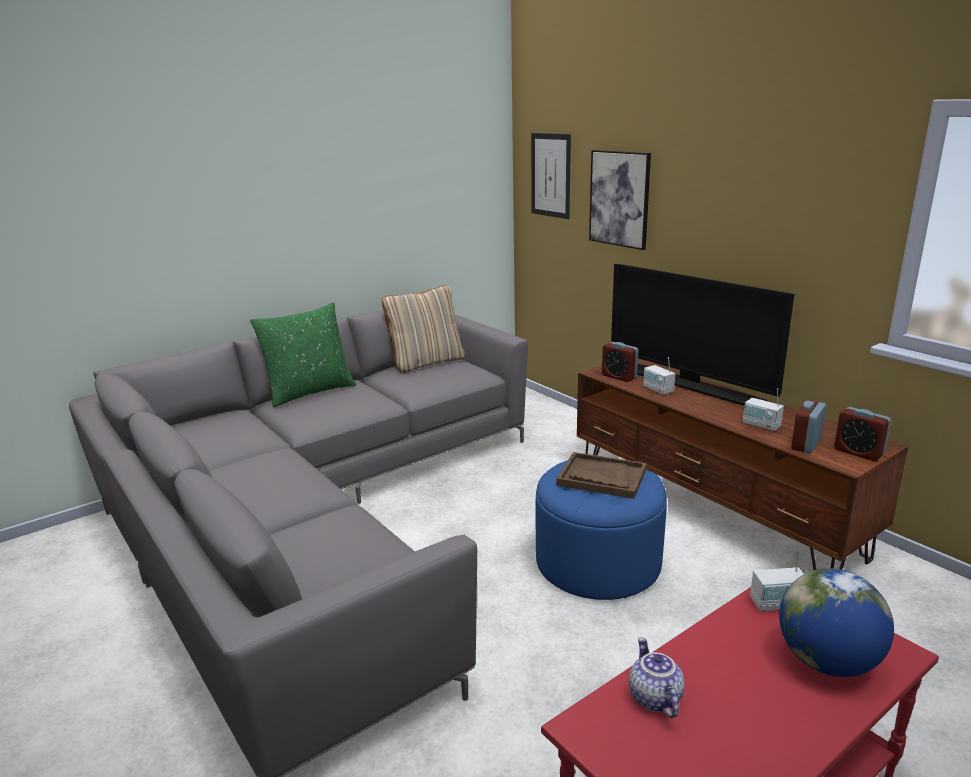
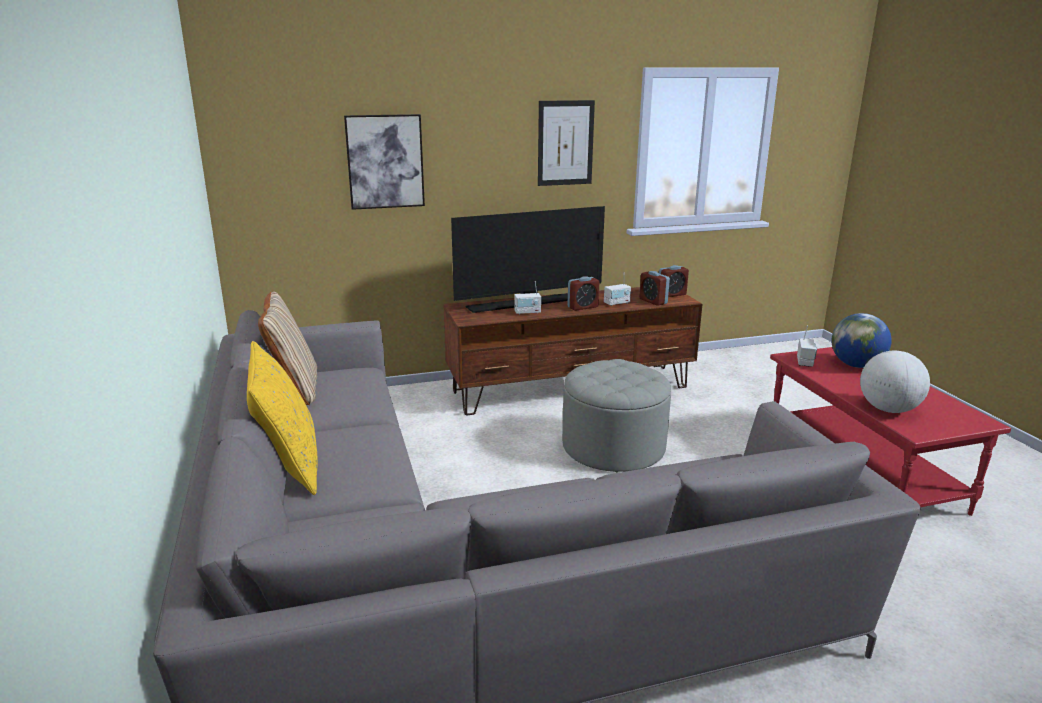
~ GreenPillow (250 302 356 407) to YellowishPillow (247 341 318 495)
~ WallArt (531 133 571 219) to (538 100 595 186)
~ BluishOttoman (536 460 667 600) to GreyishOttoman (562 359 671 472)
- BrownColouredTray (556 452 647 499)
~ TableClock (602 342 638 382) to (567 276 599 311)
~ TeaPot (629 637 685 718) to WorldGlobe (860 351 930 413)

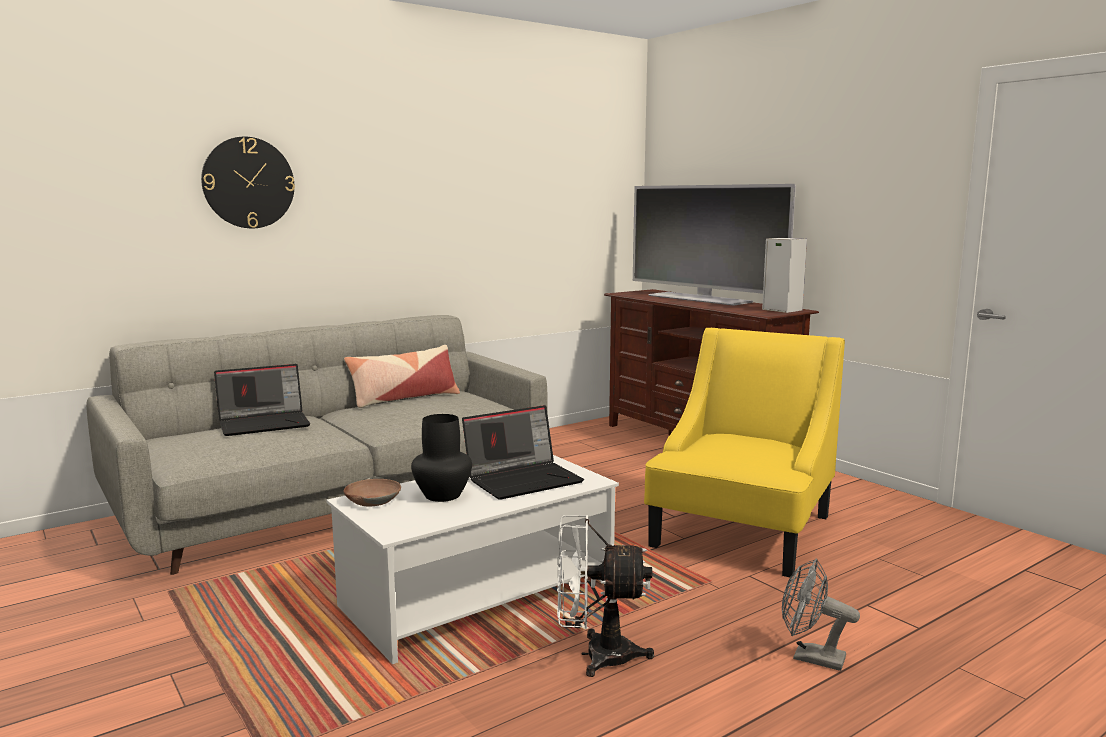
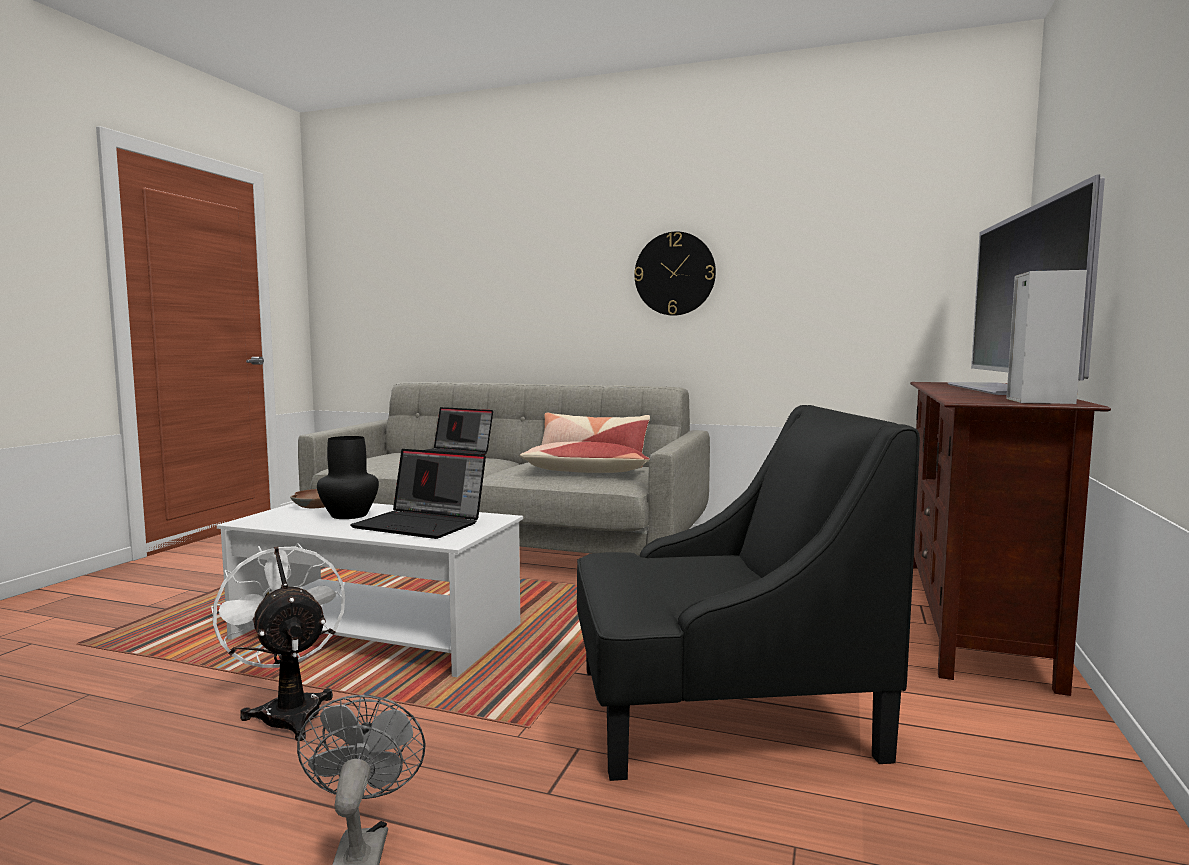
~ WallClock (201 137 295 228) to (634 232 716 316)
~ YellowishArmchair (644 328 845 577) to BlackArmchair (577 405 920 781)
+ Pillow (520 441 650 473)

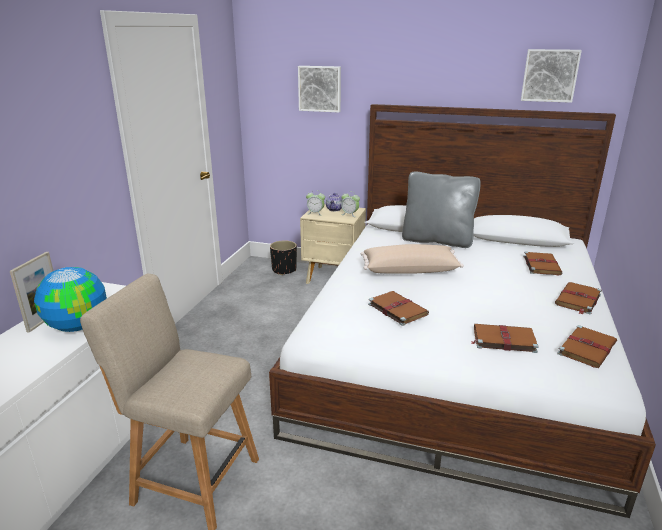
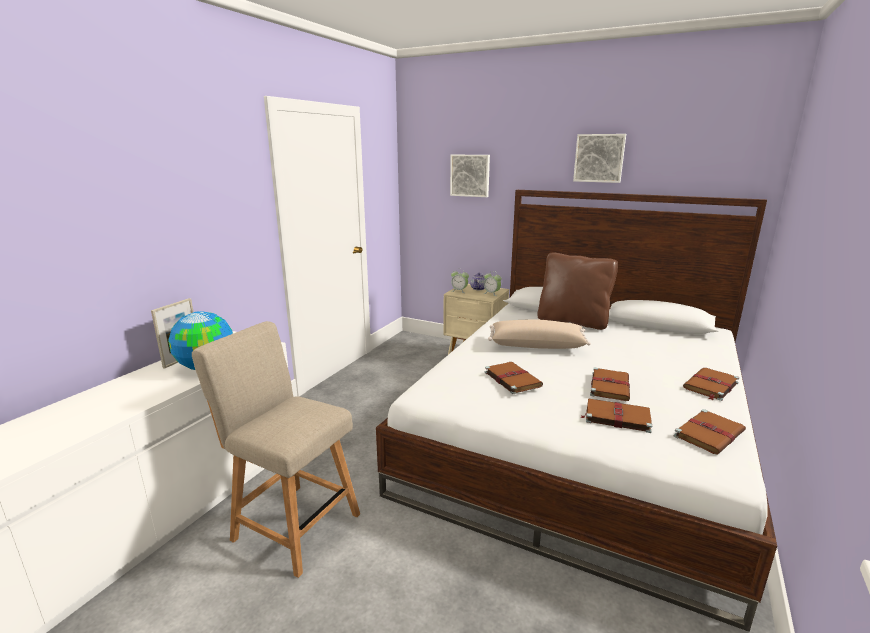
- BlackPlanter (270 240 297 275)
~ GreyishPillow (402 171 481 248) to BrownColouredPillow (537 252 618 330)
~ WallArt (521 49 582 103) to (573 134 626 183)
~ BrownColouredBoundBook (523 252 562 275) to (590 367 630 401)

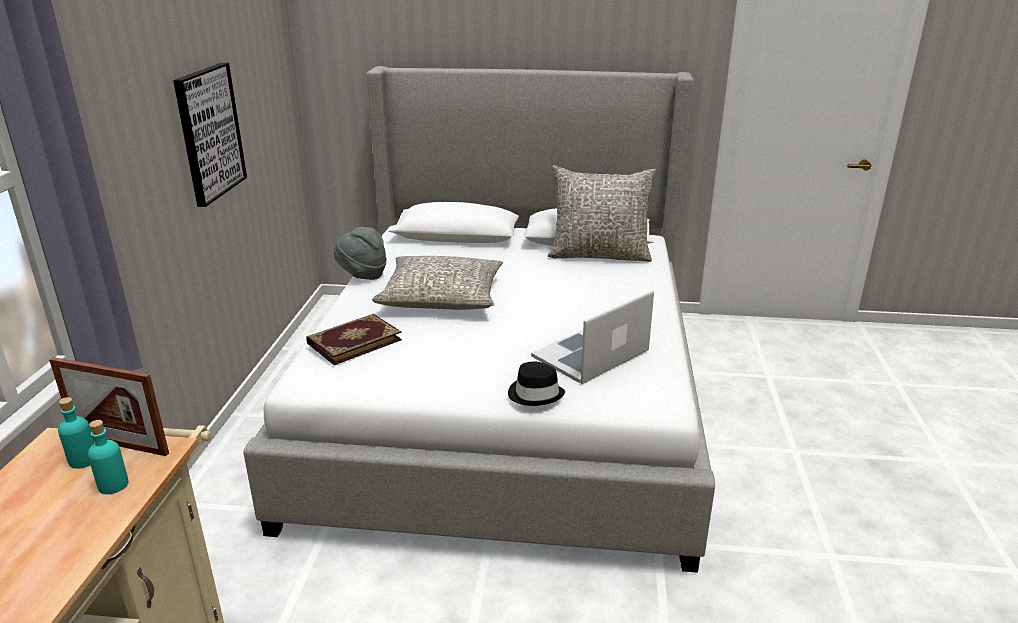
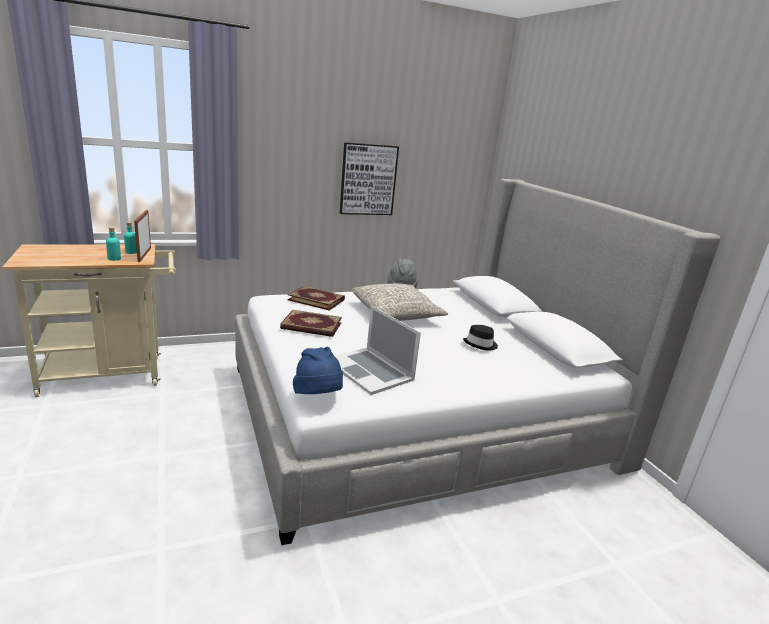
~ BlackHat (508 362 565 406) to (463 325 498 351)
~ Laptop (531 290 654 384) = (335 305 421 395) 150 degrees counterclockwise
- GreyishPillow (547 165 656 262)
+ BoundBook (280 310 342 337)
+ BluishHat (293 347 343 394)

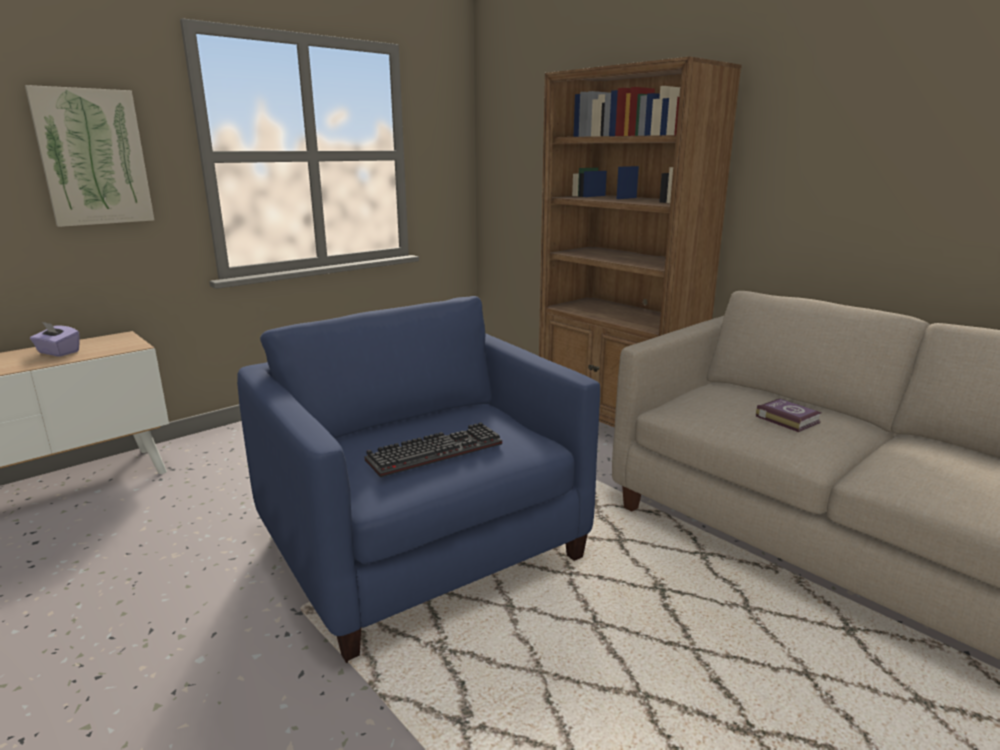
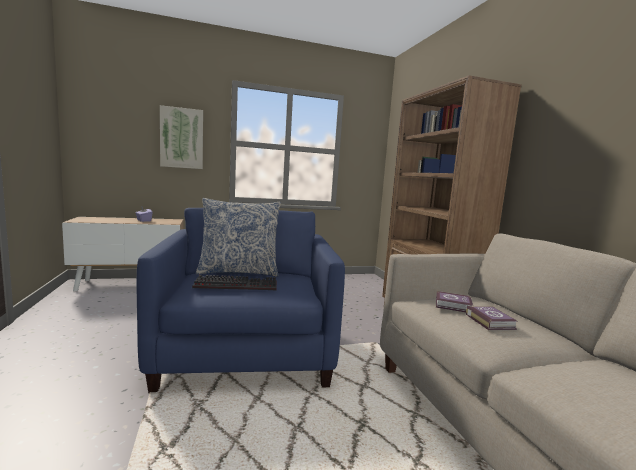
+ Pillow (196 198 281 277)
+ BoundBook (436 291 473 312)

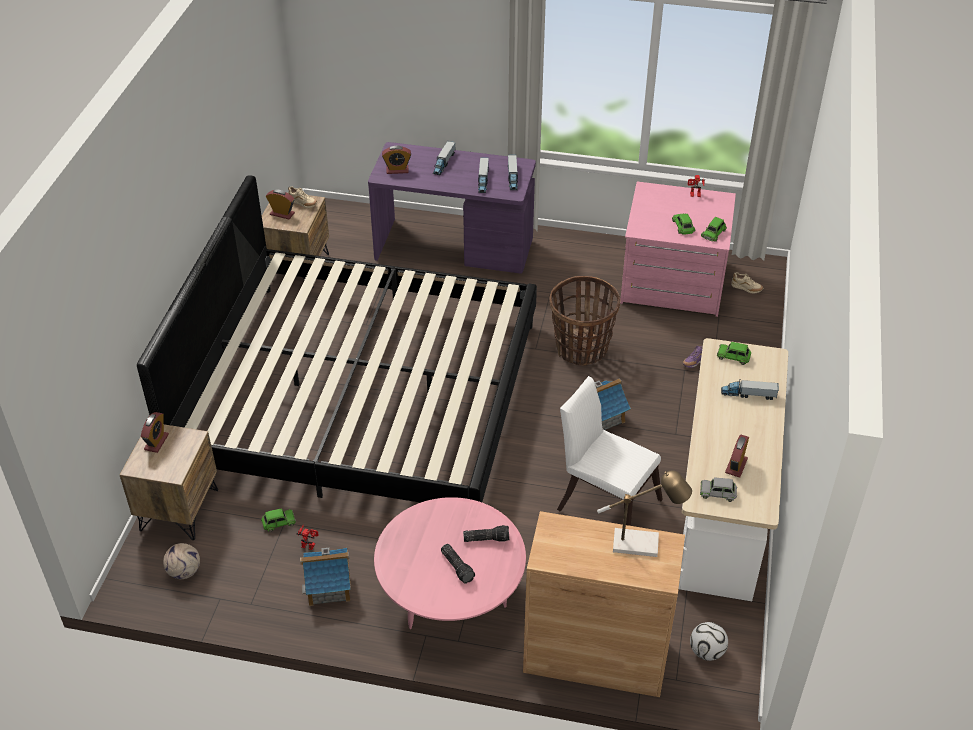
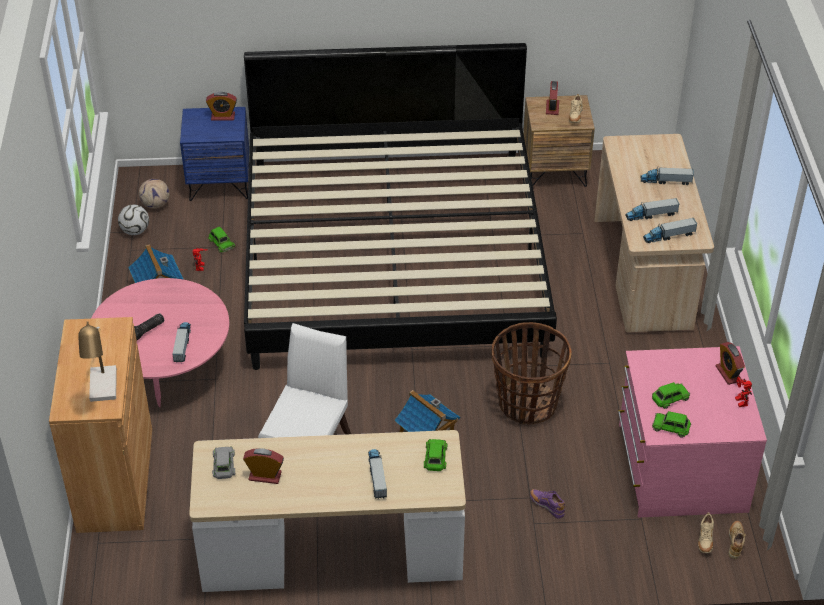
~ BrownColouredNightstand (120 424 218 540) to BluishNightstand (180 107 249 201)
~ PurpleColouredDeskTable (368 142 536 274) to BeigeColouredDeskTable (594 134 714 332)
~ TableClock (382 146 411 174) to (716 342 745 385)
~ Flashlight (463 525 510 542) to ModelTruck (173 322 191 362)
~ Football (690 622 728 661) to (118 204 149 235)
+ BeigeColouredLowShoe (728 521 746 559)

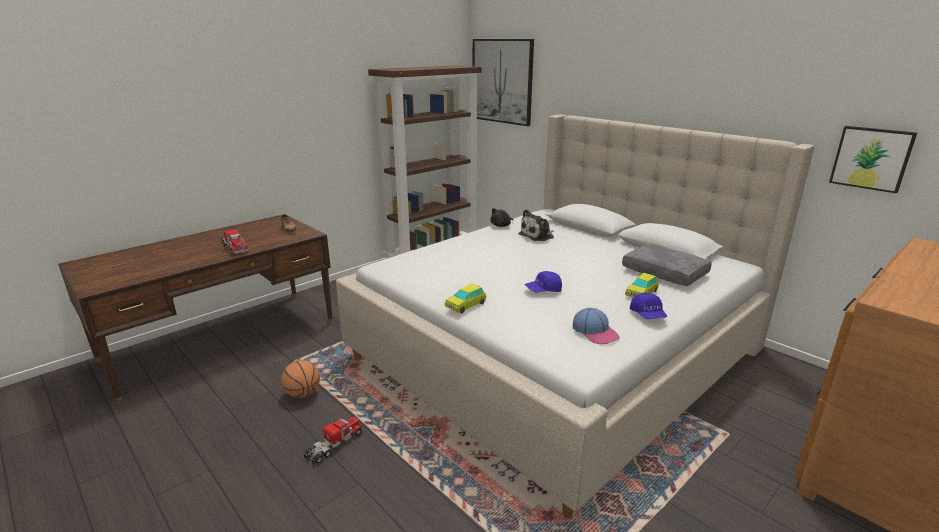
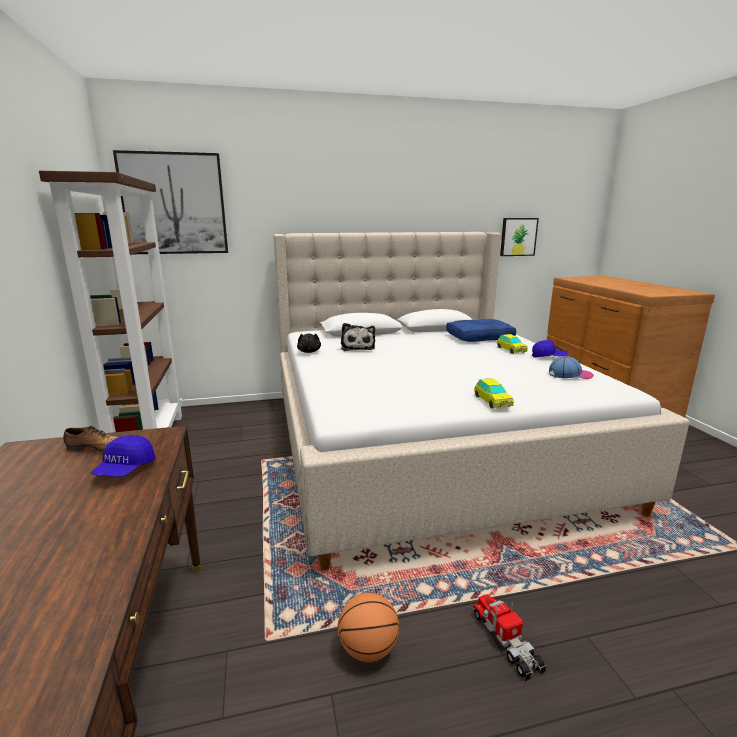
- ModelTruck (220 228 248 255)
~ BluishBaseballCap (524 271 562 292) to (91 435 155 477)
~ GreyishPillow (622 244 712 286) to BluishPillow (446 319 516 342)

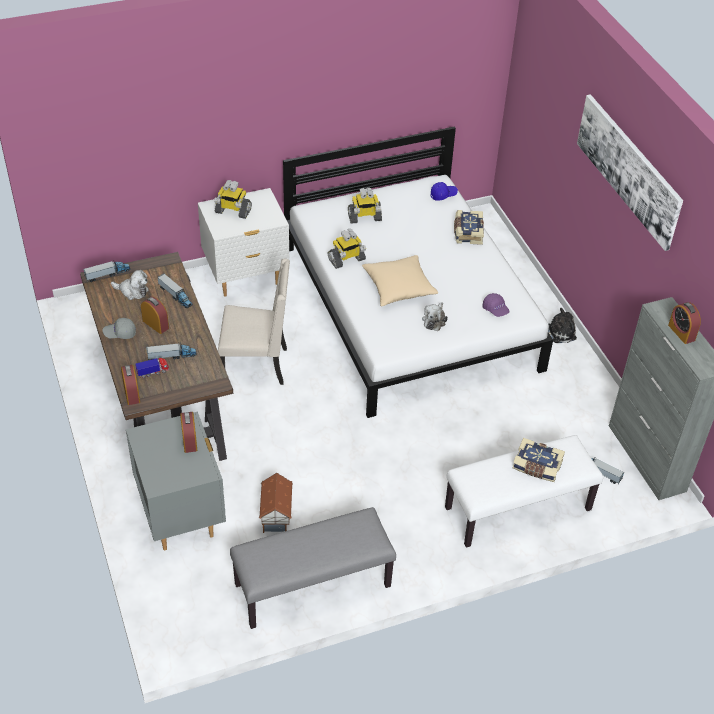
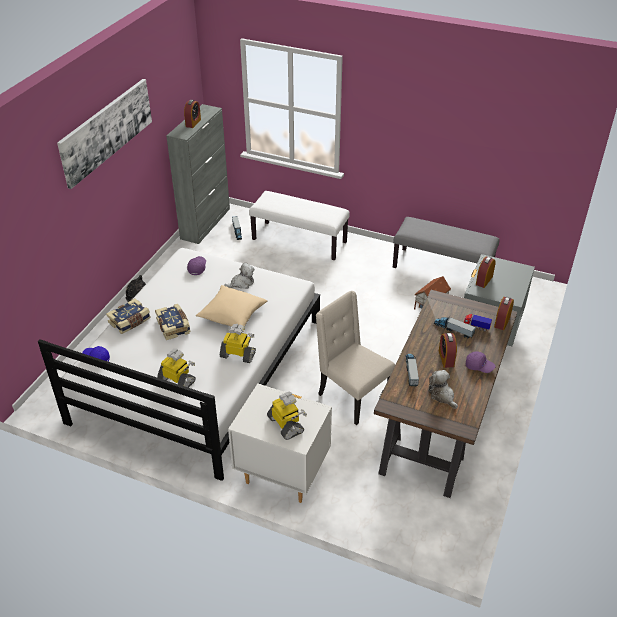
- ModelTruck (83 261 131 282)
~ GreyishBaseballCap (102 318 136 339) to PurpleColouredBaseballCap (466 351 496 373)
~ BoundBook (513 438 565 482) to (155 304 190 340)

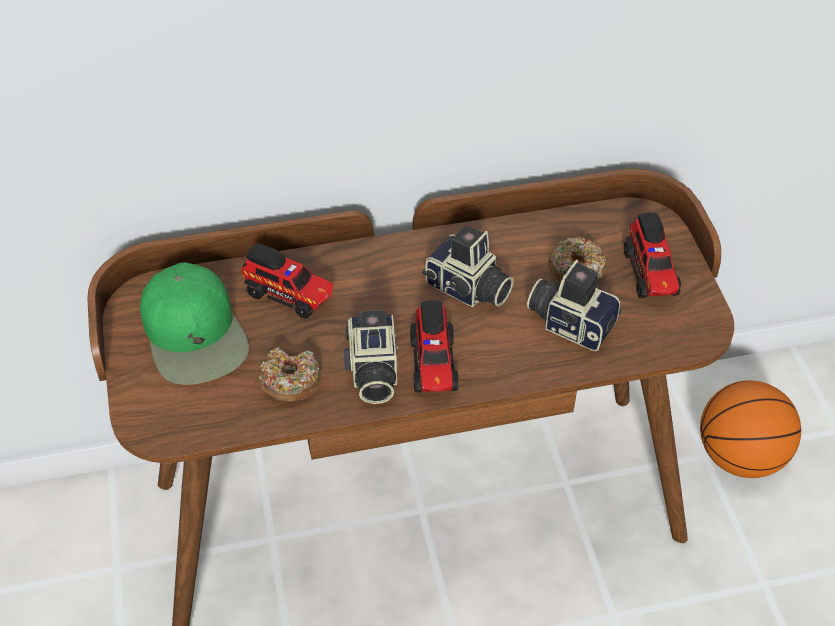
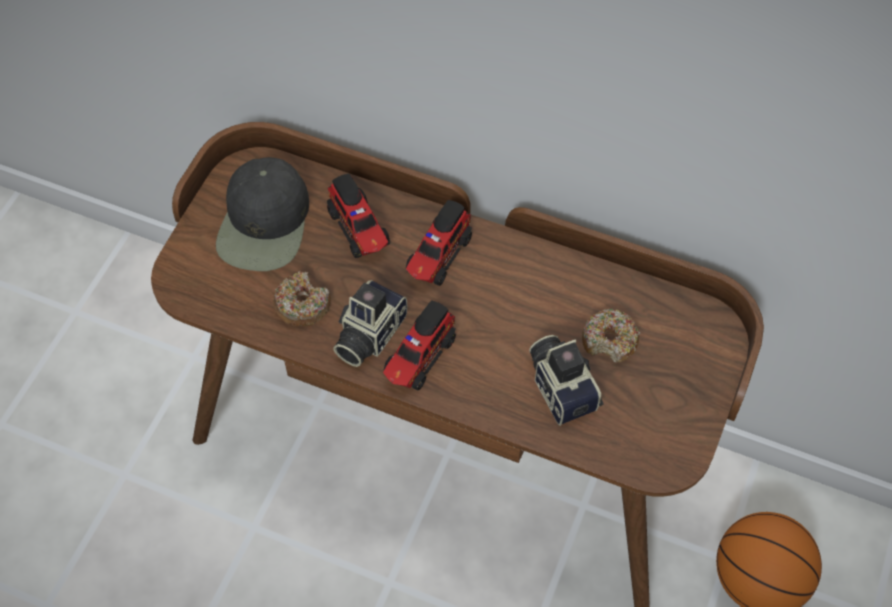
~ GreenBaseballCap (140 262 249 385) to BlackBaseballCap (216 157 309 271)
- PhotoCamera (422 225 514 307)
~ ModelTruck (624 213 681 298) to (406 200 472 286)

